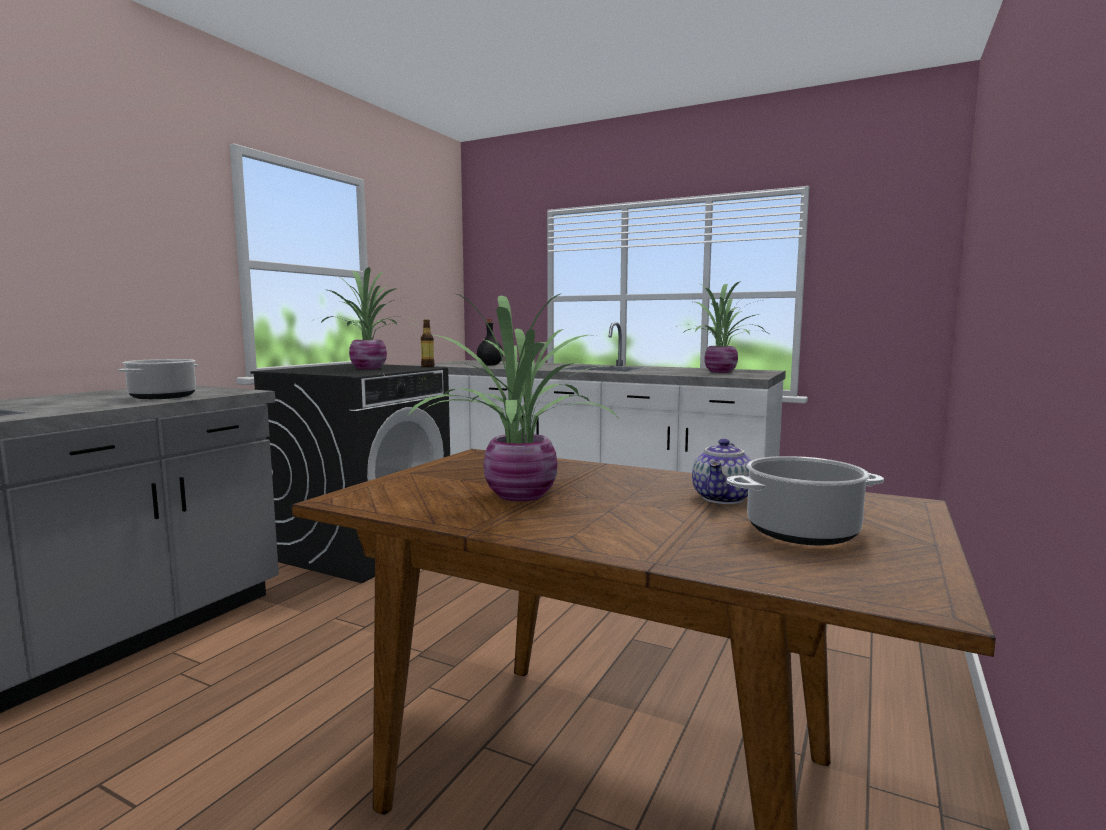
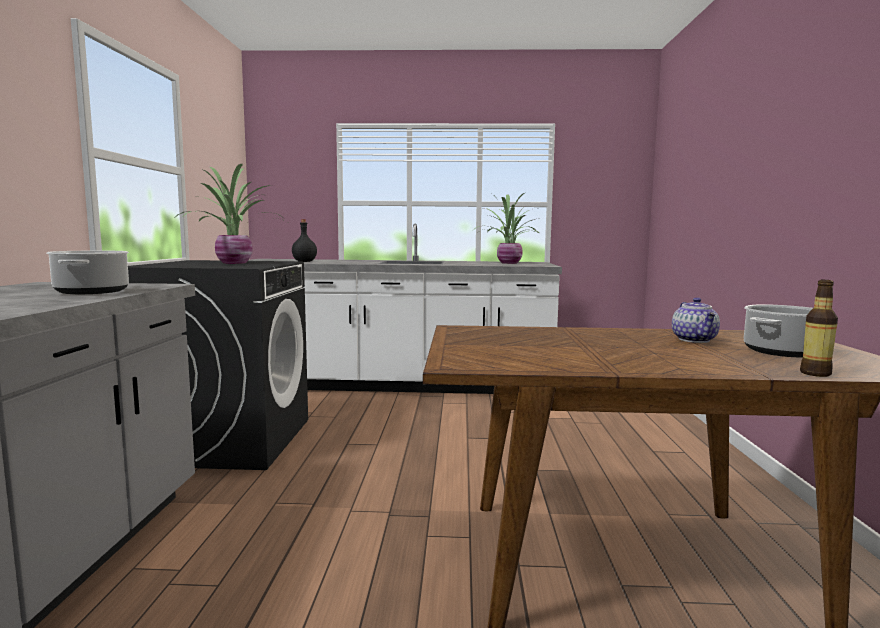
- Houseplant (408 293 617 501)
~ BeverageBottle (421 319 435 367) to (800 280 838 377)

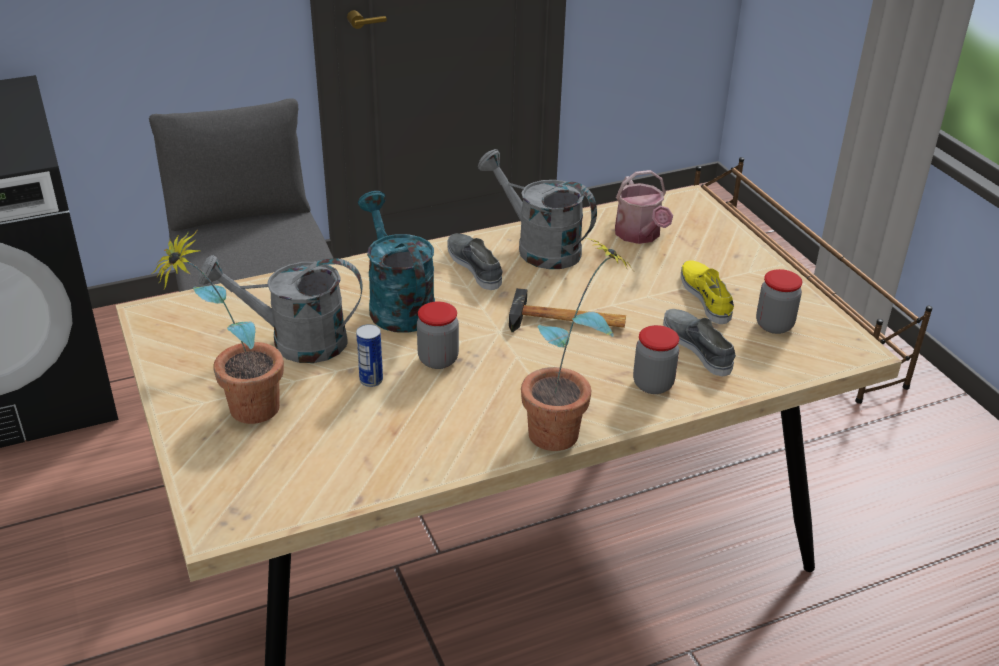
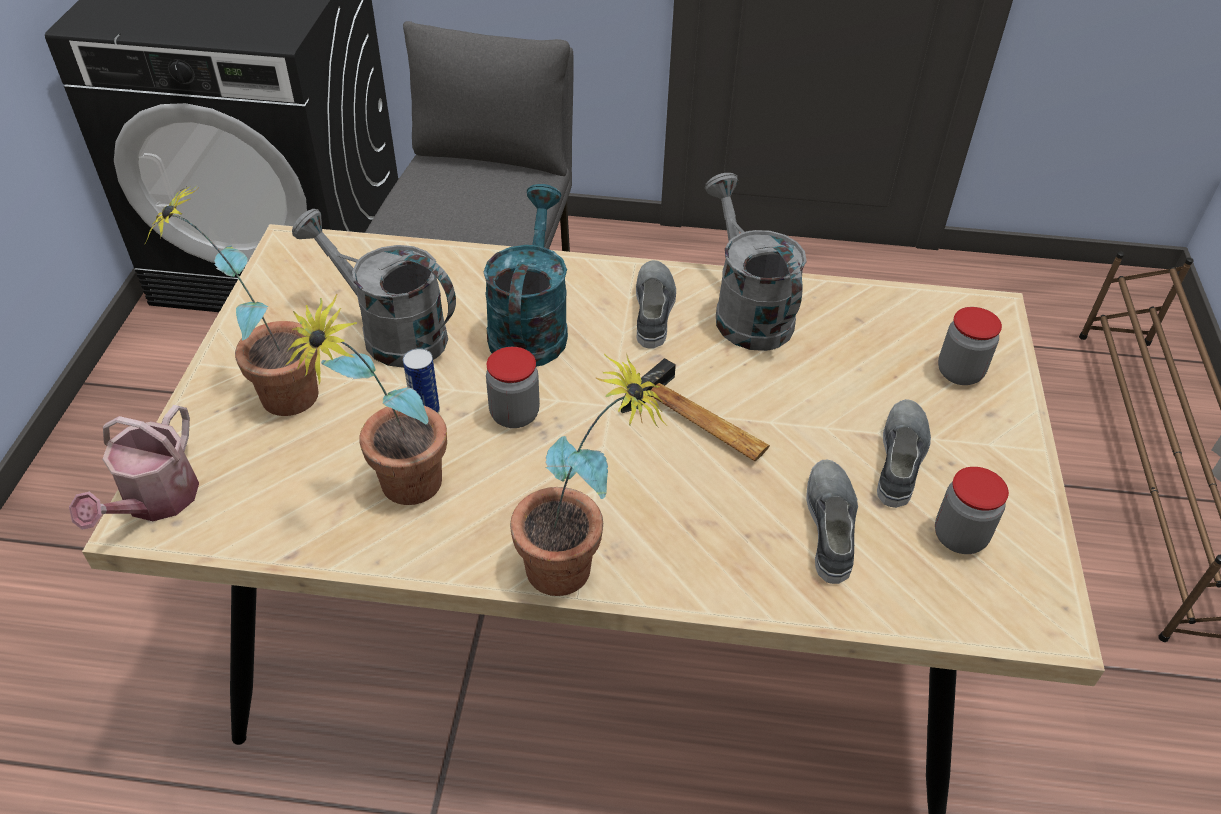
~ WateringCan (615 170 673 244) to (69 405 199 530)
~ Jar (633 325 679 394) to (938 307 1002 385)
~ YellowishLowShoe (681 260 734 324) to GreyishLowShoe (877 399 931 508)
+ Houseplant (286 294 447 505)

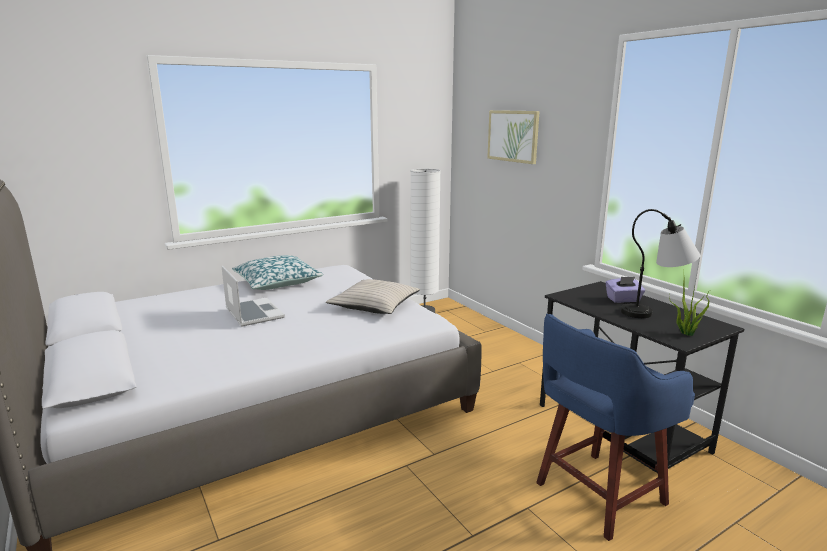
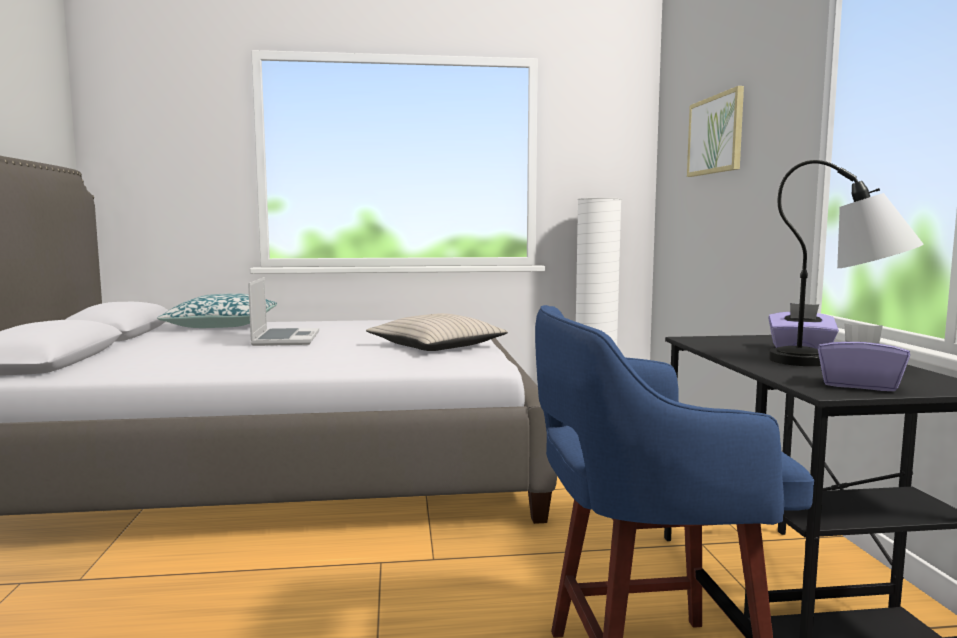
~ Pillow (232 255 323 290) to (157 293 277 328)
~ Houseplant (669 269 709 336) to PurpleColouredTissueHolder (818 323 910 391)

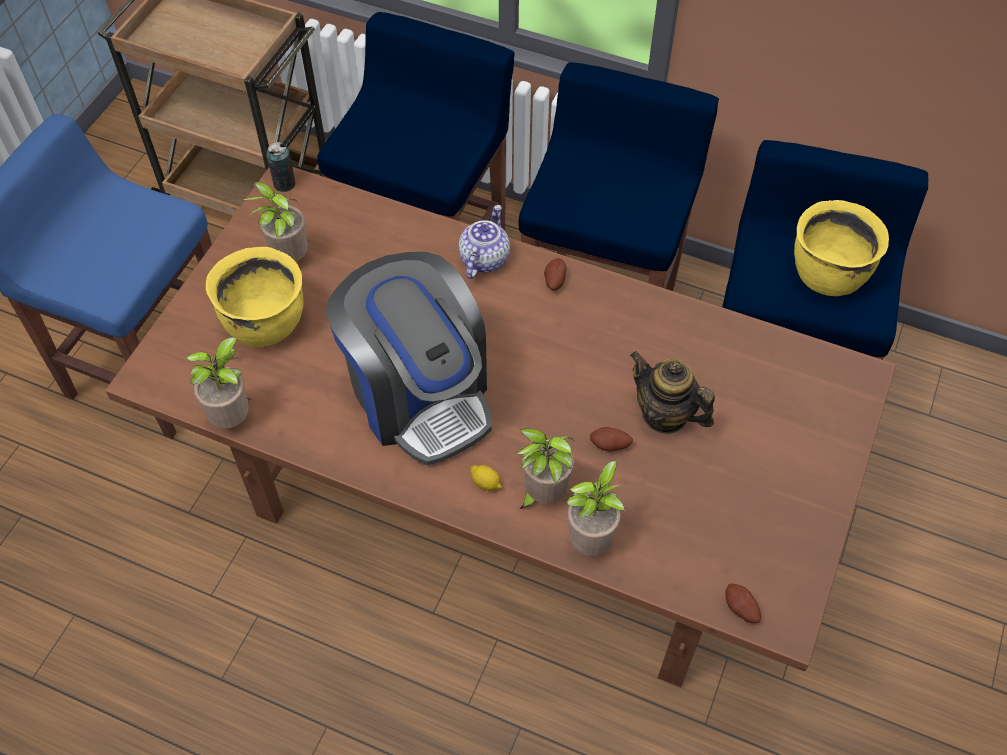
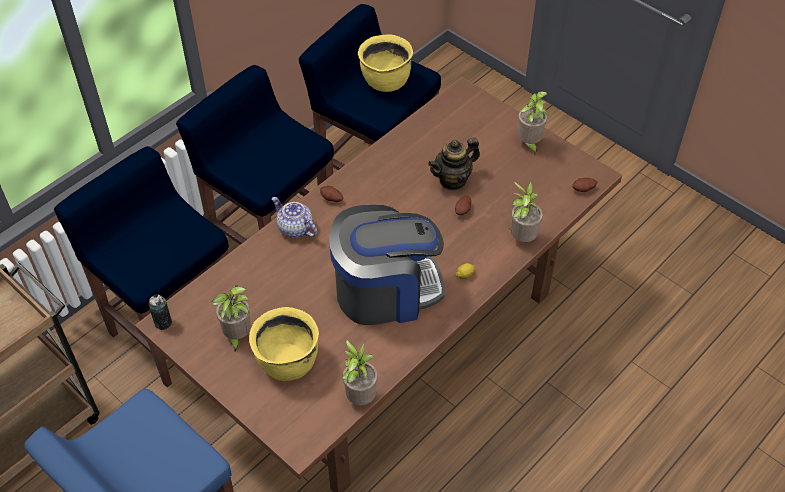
~ Houseplant (517 428 575 509) to (518 91 549 154)

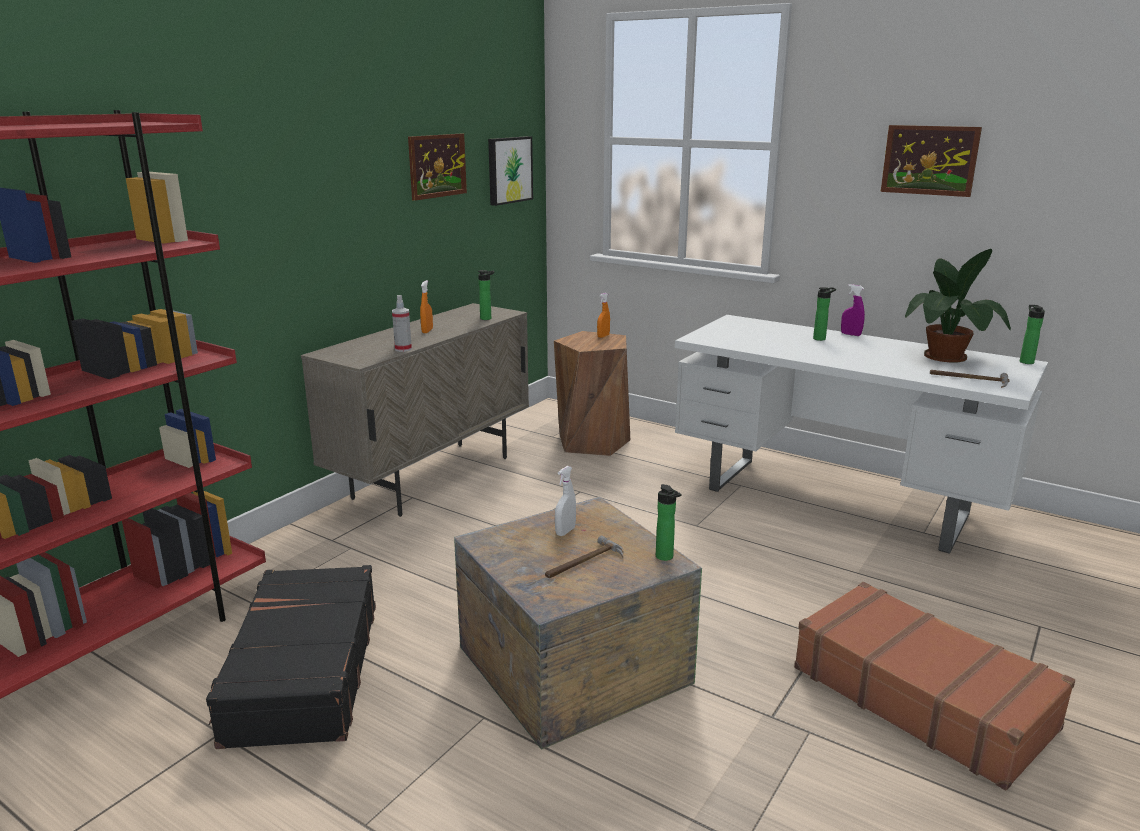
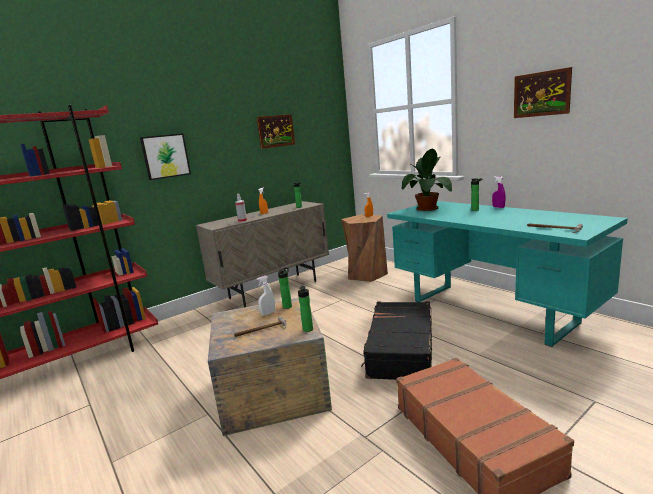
~ BlackSuitcase (206 565 376 749) to (361 301 432 380)
~ WallArt (488 136 533 206) to (140 133 191 180)
~ WhiteDeskTable (675 315 1048 554) to TurquoiseDeskTable (387 201 628 347)
~ Houseplant (905 249 1011 362) to (402 149 452 211)
~ BeverageBottle (1020 305 1045 364) to (278 268 292 309)

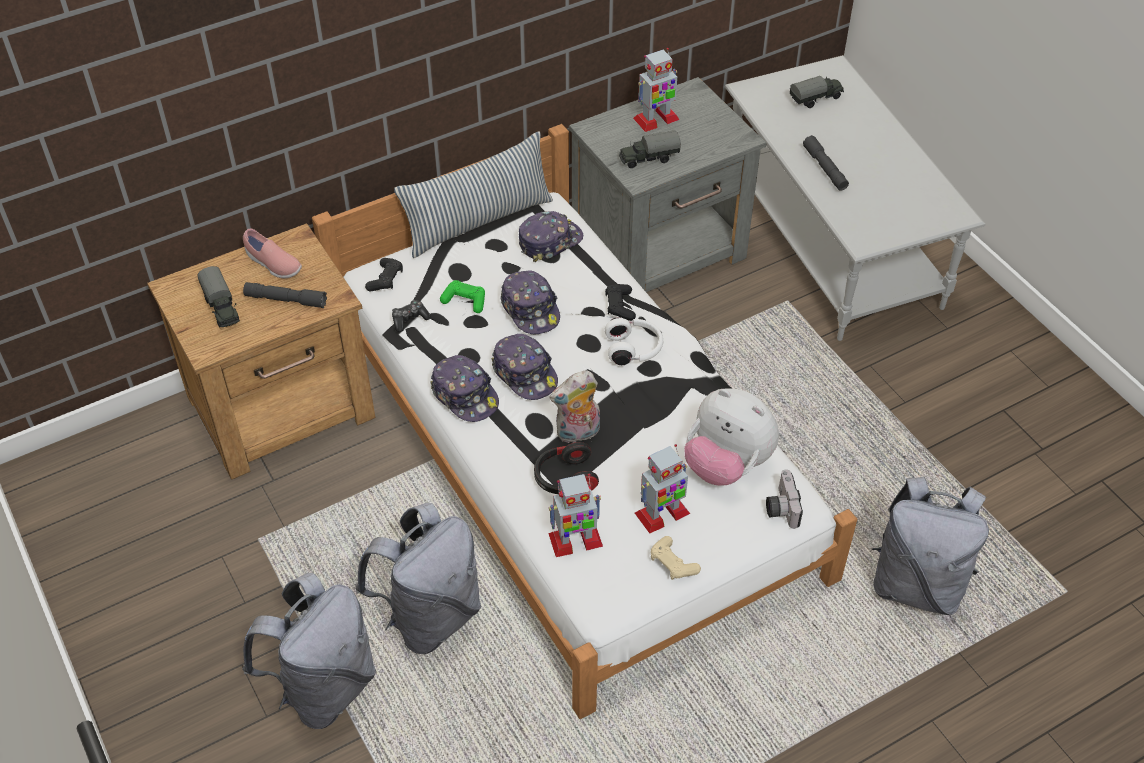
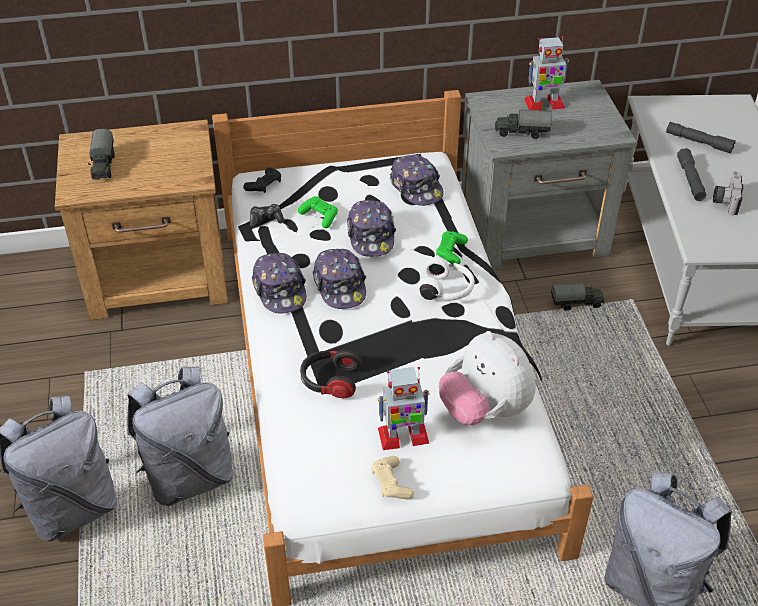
- PinkLowShoe (243 229 302 279)
~ GreyishFlashlight (243 282 327 308) to (666 122 735 154)
- Pillow (394 131 553 258)
~ BaseballCap (519 211 583 262) = (390 155 444 206) 75 degrees clockwise
- ModelRobot (548 473 603 557)
- CuddlyToy (549 371 600 443)
~ BlackGameController (605 284 636 321) to GreenGameController (436 231 468 265)
~ PhotoCamera (766 469 803 529) to (713 171 743 215)
~ ModelTruck (790 76 844 108) to (551 283 605 311)

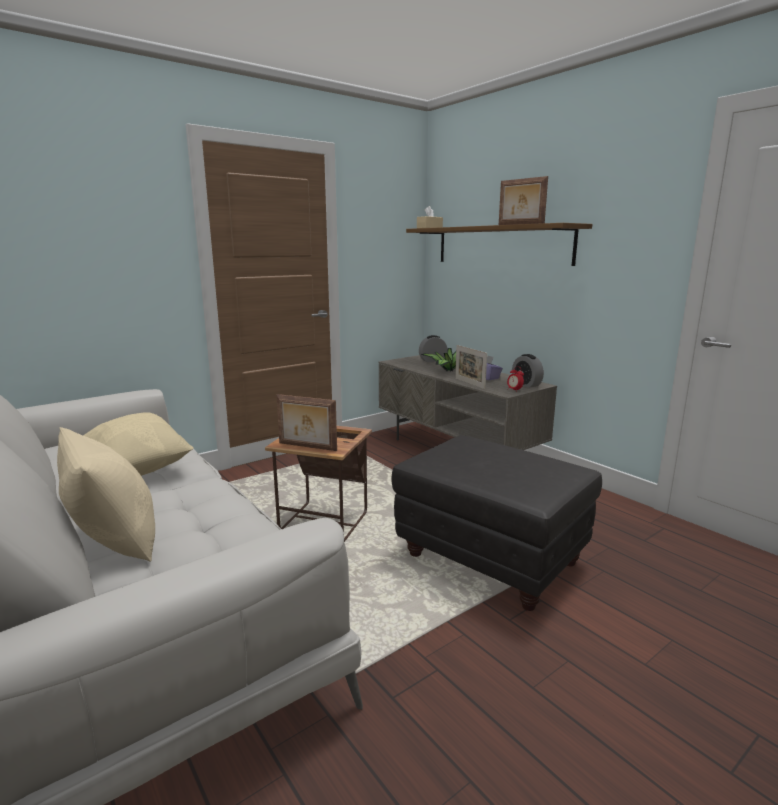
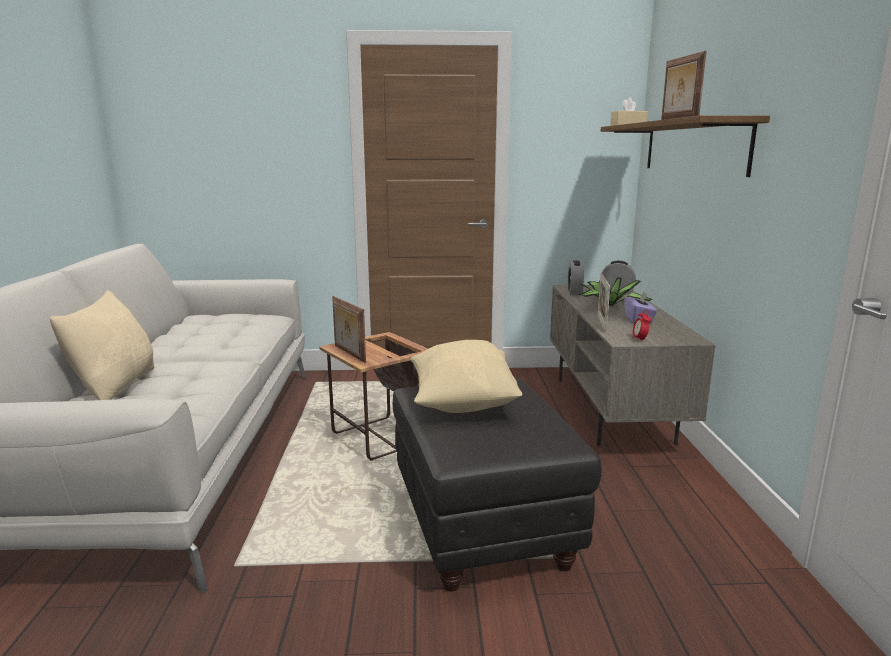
~ BeigeColouredPillow (83 412 194 476) to (410 340 523 413)
~ TableClock (512 354 544 388) to (568 260 584 295)

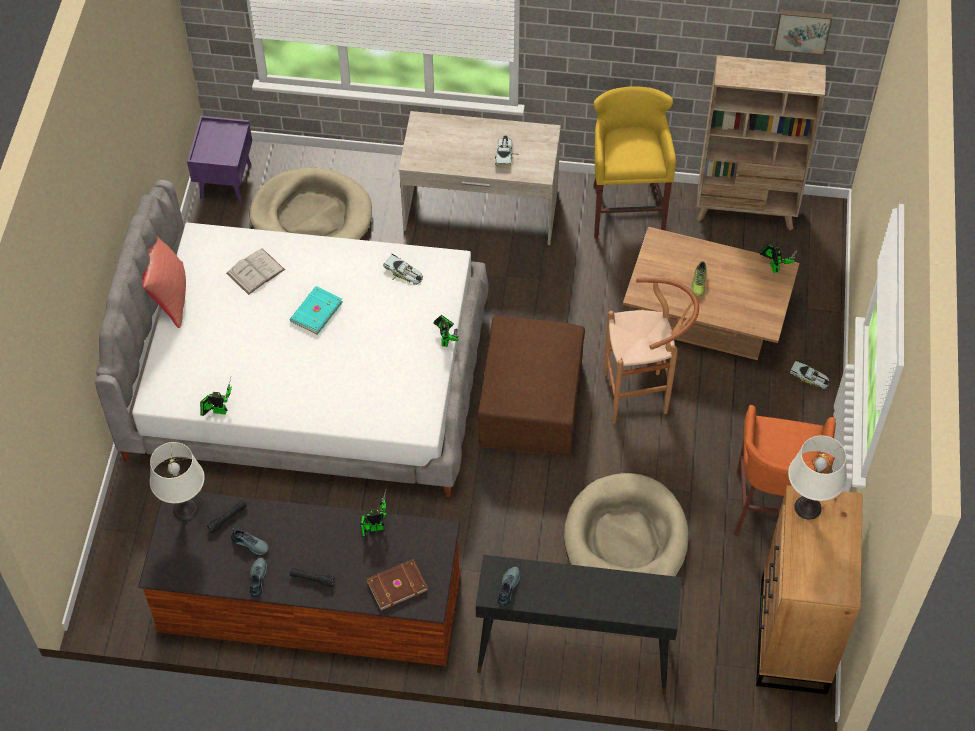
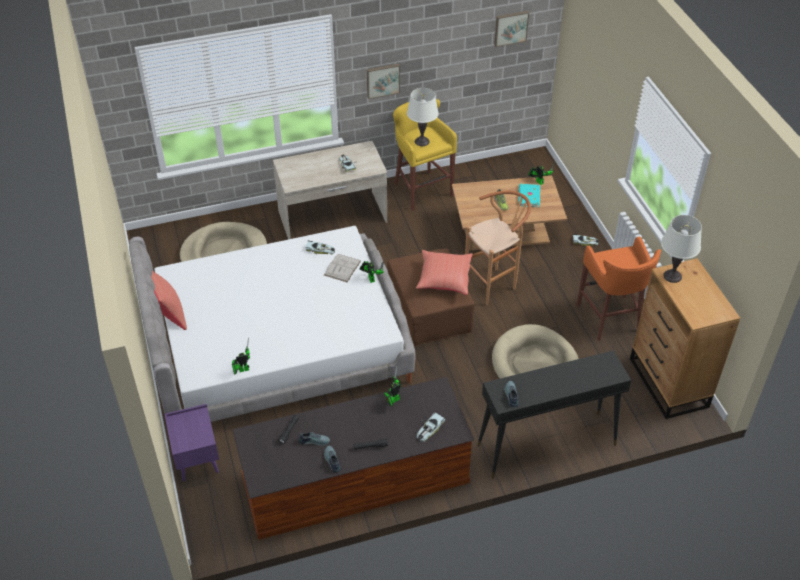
~ WhiteTableLamp (150 442 205 521) to (407 88 439 146)
~ PurpleColouredNightstand (187 116 252 203) to (164 404 219 482)
~ WhiteBoundBook (226 248 285 295) to (324 254 361 282)
~ TurquoiseBoundBook (290 286 343 335) to (518 184 540 207)
~ BrownColouredBoundBook (366 559 428 611) to ToyCar (416 412 445 442)
- BeigeColouredShelvingUnit (696 55 826 230)
+ WallArt (367 64 400 99)
+ ReddishPillow (416 250 473 295)

